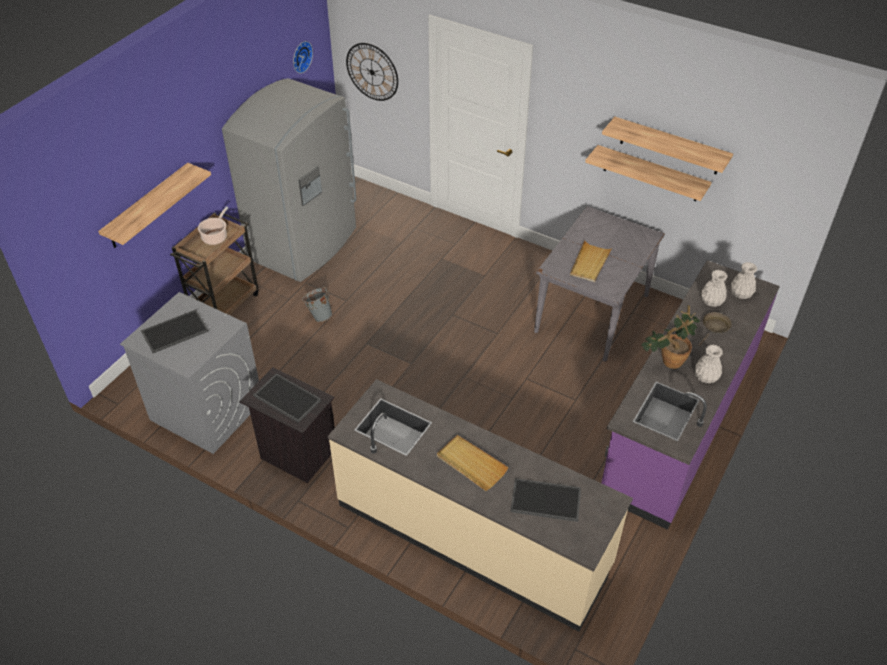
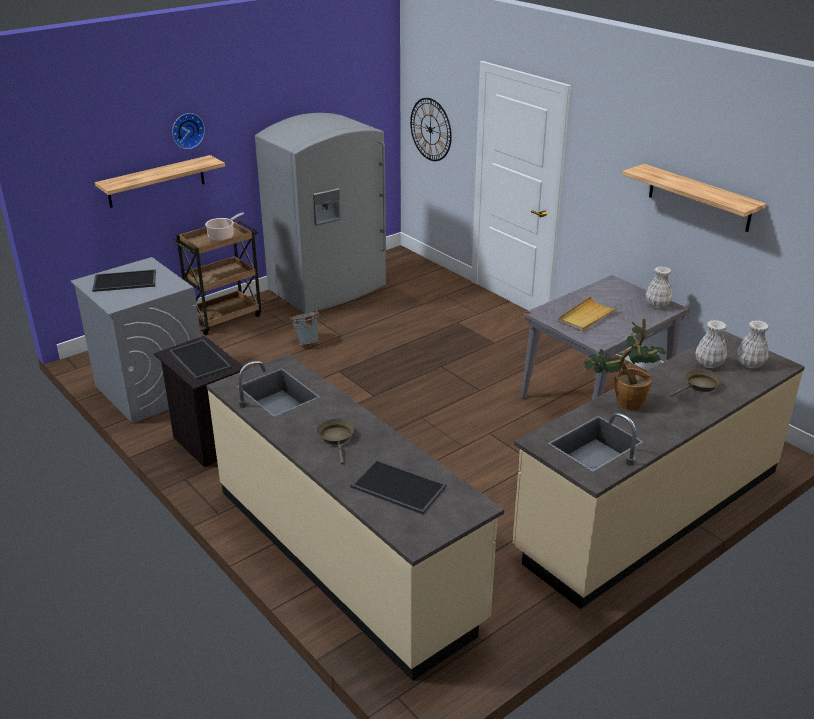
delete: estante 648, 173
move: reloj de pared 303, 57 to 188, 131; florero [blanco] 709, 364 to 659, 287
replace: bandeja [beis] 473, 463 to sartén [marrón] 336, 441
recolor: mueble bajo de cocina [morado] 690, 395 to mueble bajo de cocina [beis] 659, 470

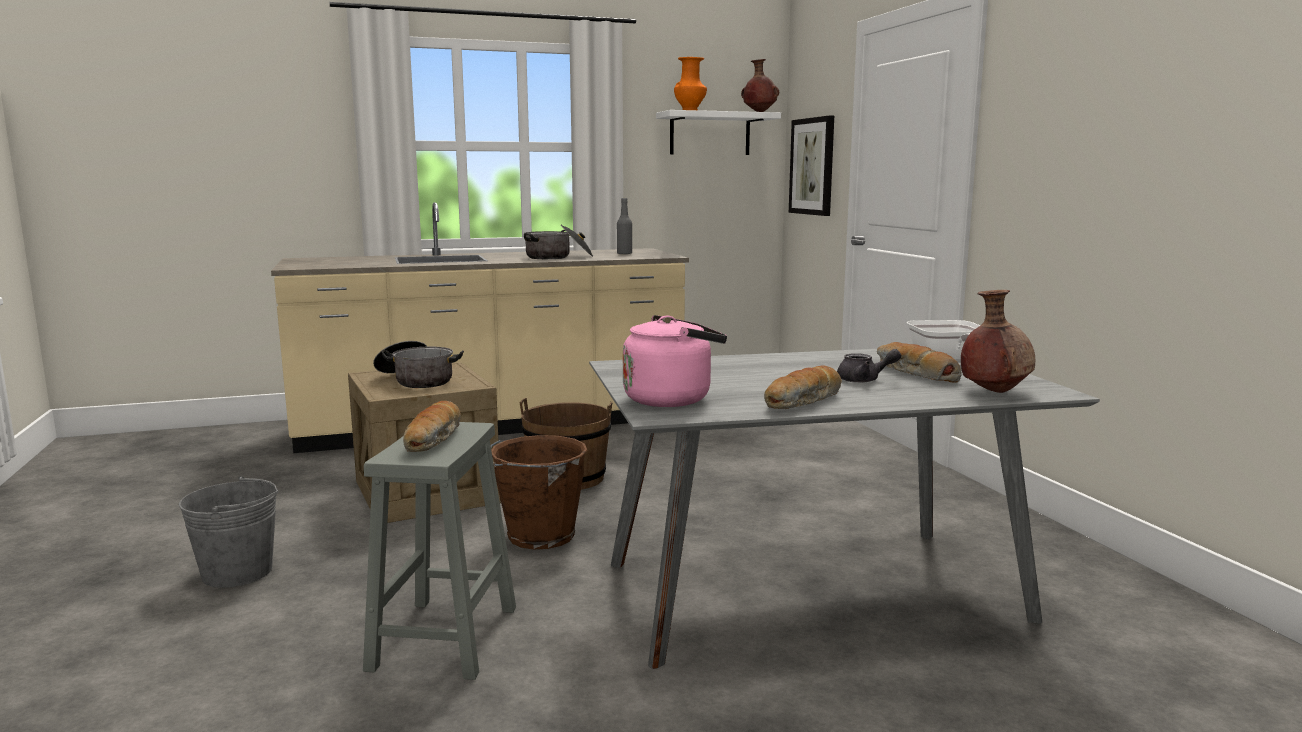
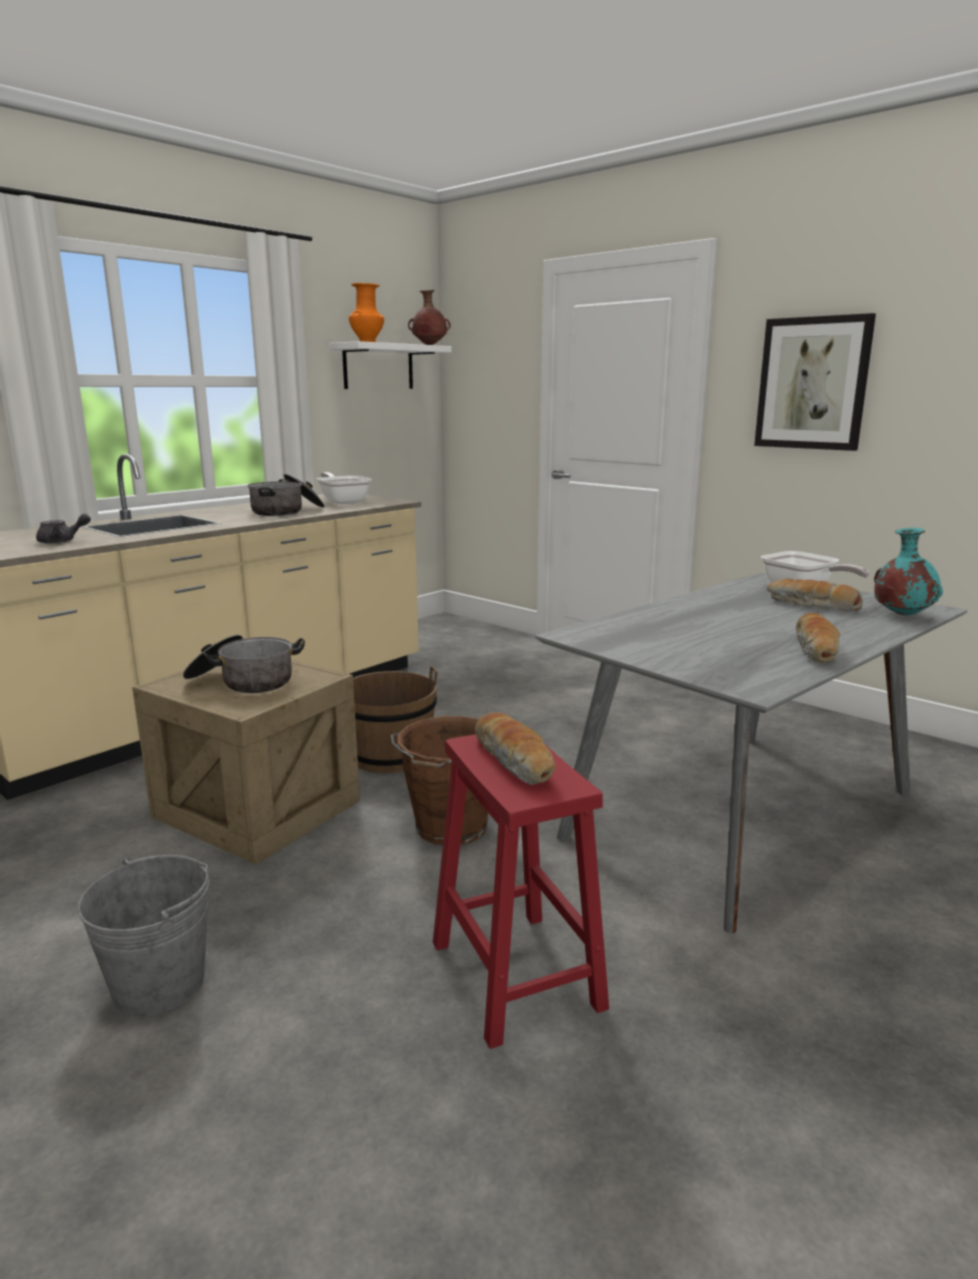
delete: hervidor [rosa] 675, 361
move: cuadro 811, 166 to 815, 382; tetera [gris] 869, 366 to 63, 529
replace: botella [gris] 624, 226 to sartén 344, 488
recolor: taburete [gris] 439, 551 to taburete [rojo] 521, 891; florero [marrón] 998, 341 to florero [turquesa] 908, 571

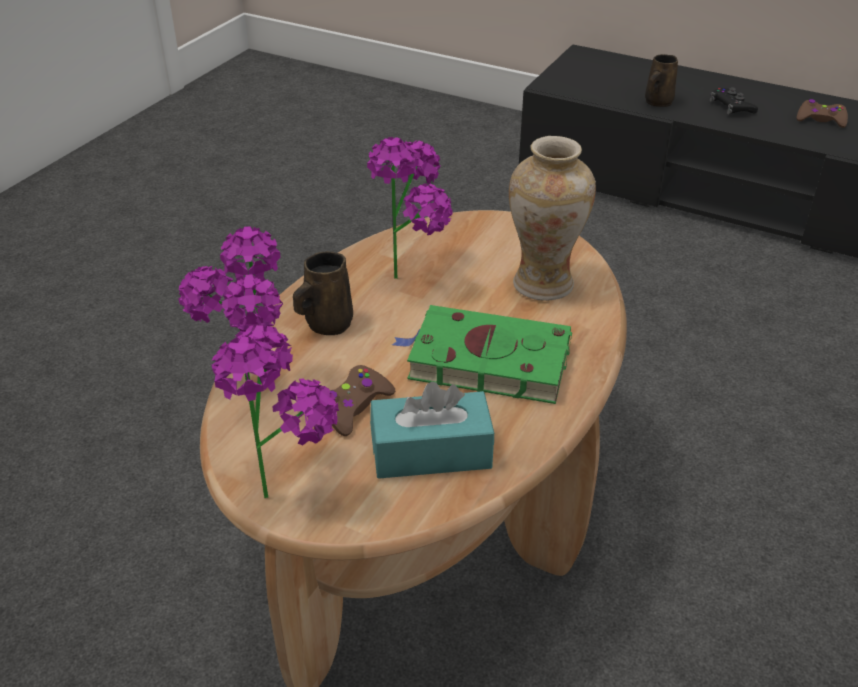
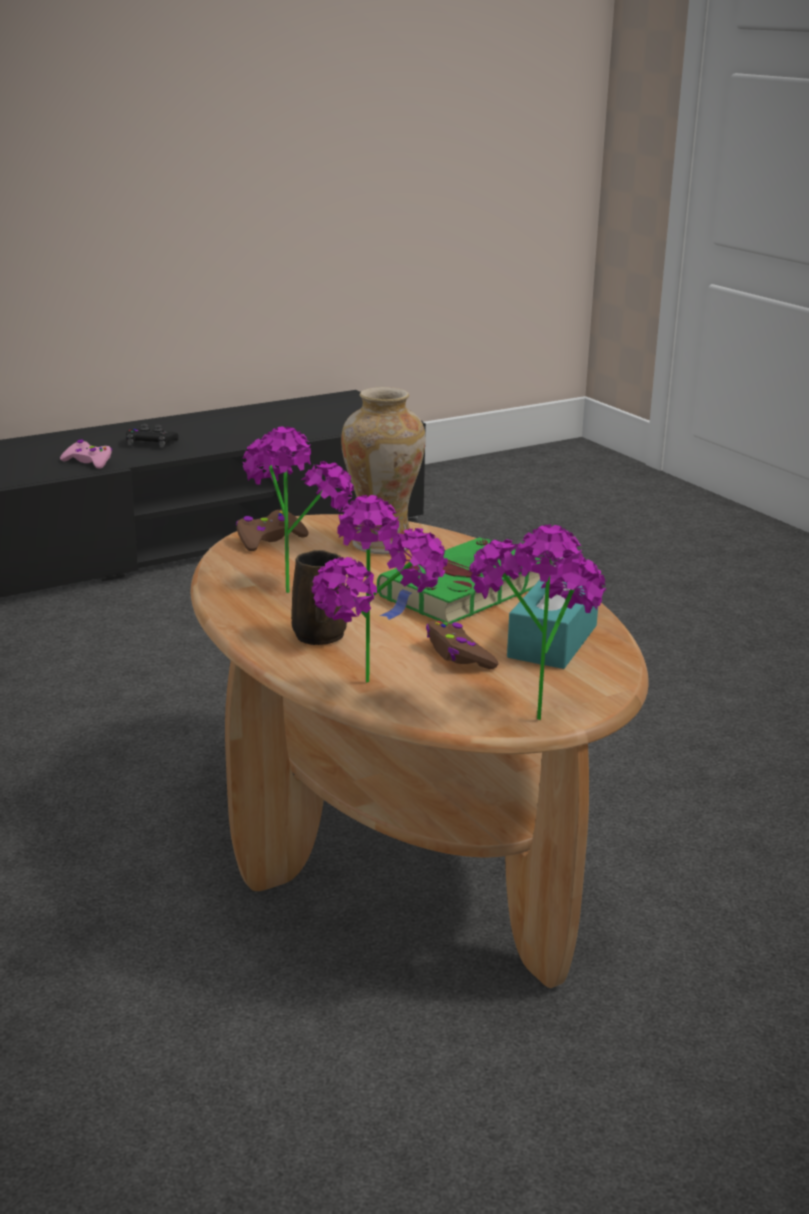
move: mando de consola [marrón] 822, 113 to 272, 530
replace: taza grande [marrón] 661, 80 to mando de consola [rosa] 86, 454

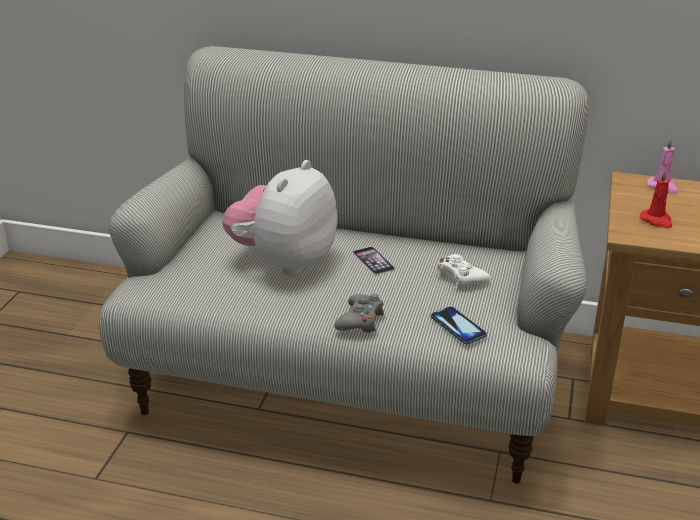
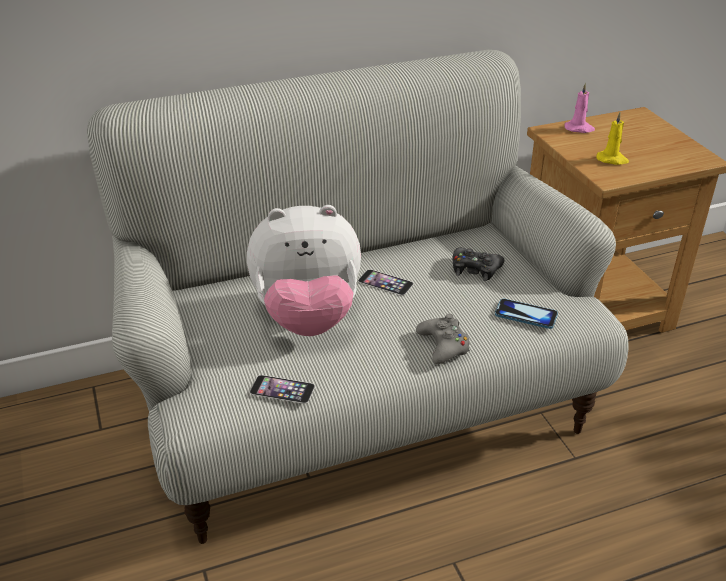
insert: móvil 282, 389
recolor: mando de consola [blanco] 464, 272 to mando de consola [negro] 478, 264; vela [rojo] 655, 198 to vela [amarillo] 612, 138
rotate: peluche 279, 218 = 304, 270 90 degrees counterclockwise

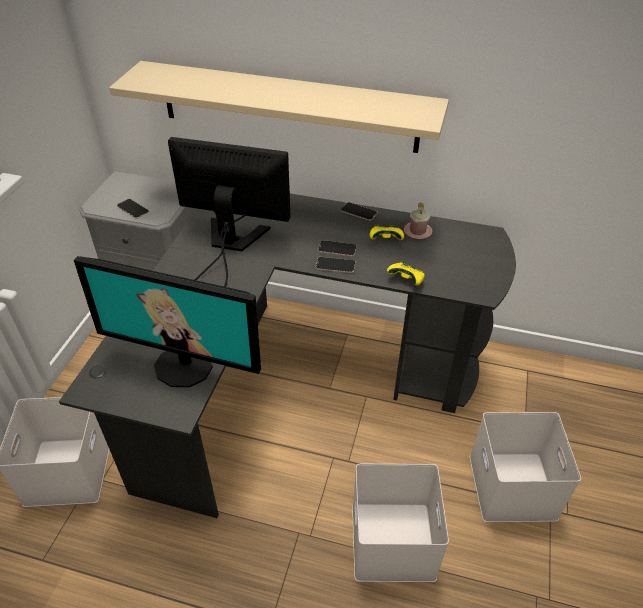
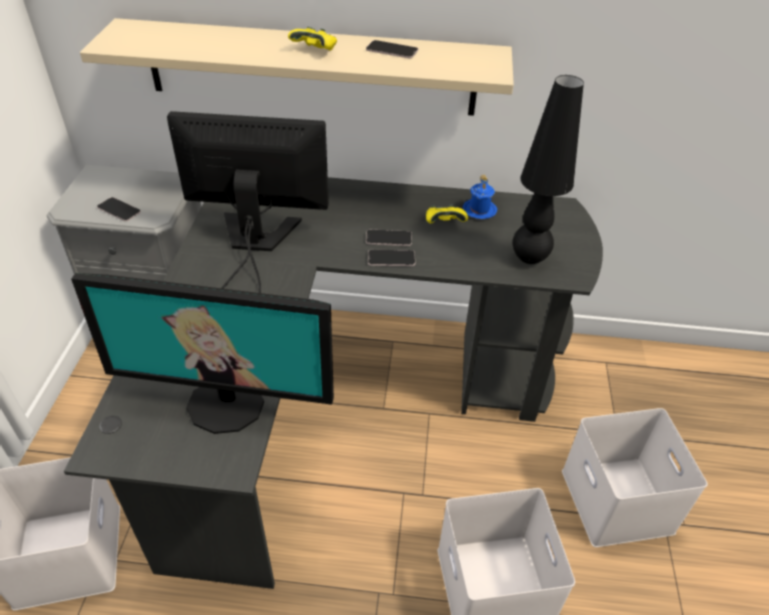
insert: lámpara de mesa [negro] 548, 169
move: móvil 359, 211 to 392, 49; mando de consola [amarillo] 406, 273 to 312, 39
recolor: taza grande [rosa] 418, 221 to taza grande [azul] 480, 197

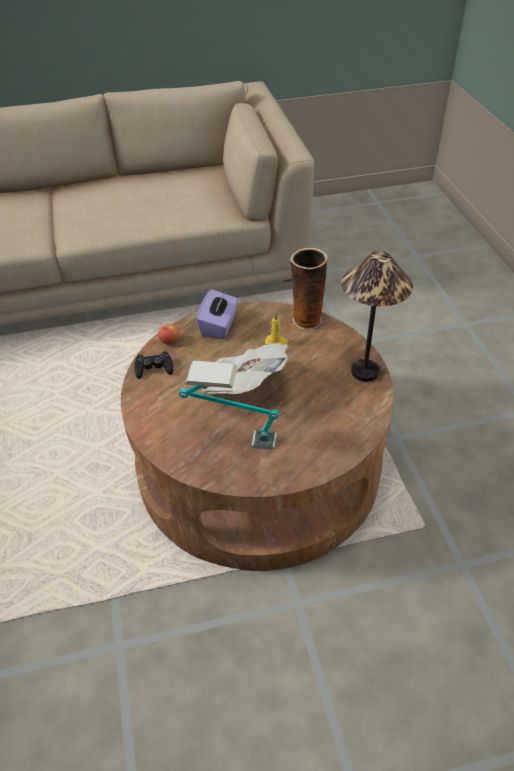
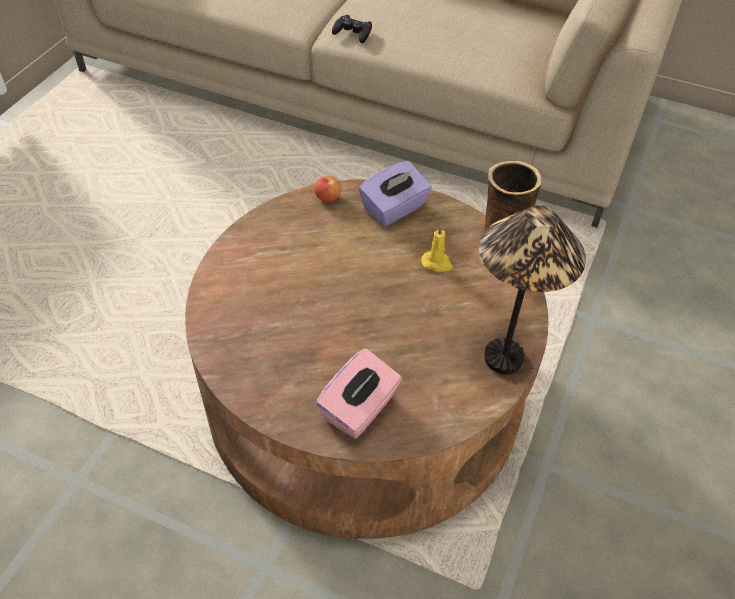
delete: lámpara de mesa 229, 405; periódico 245, 369
insert: caja de pañuelos [rosa] 359, 393
move: mando de consola [negro] 153, 365 to 352, 29

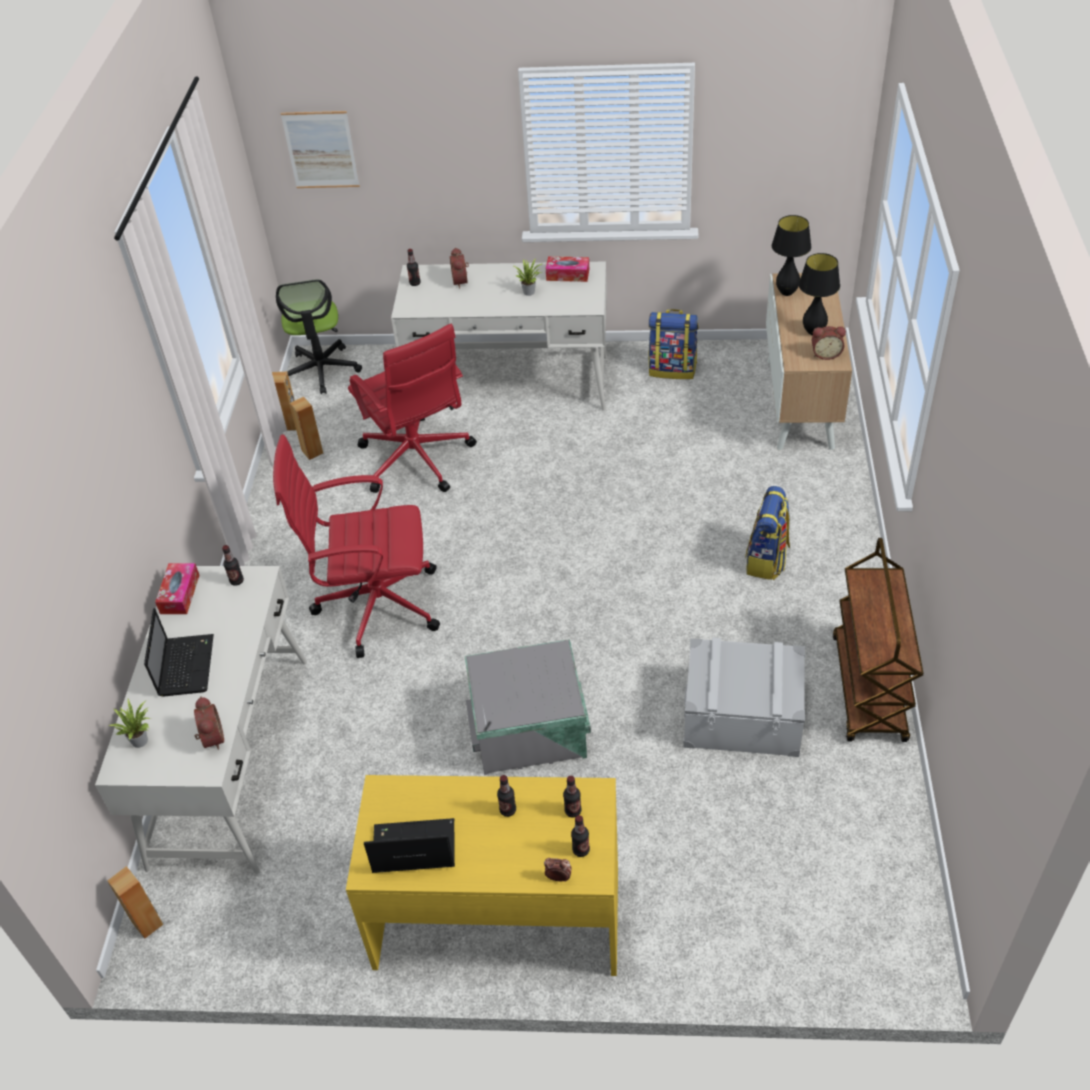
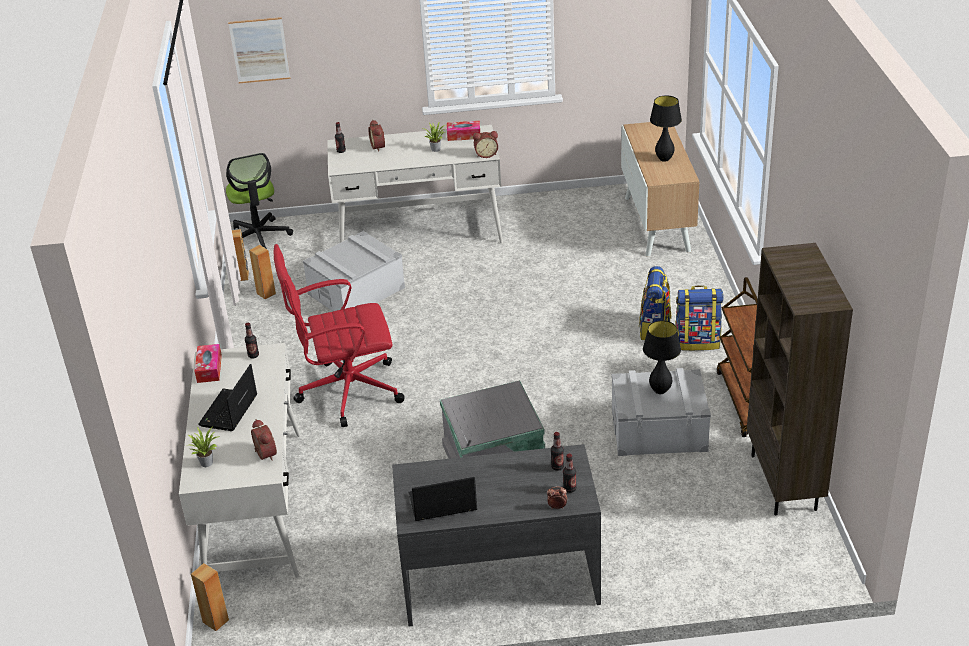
delete: botella 506, 796
insert: estantería [marrón] 800, 379
move: mochila 674, 344 to 700, 318; lámpara de mesa [negro] 791, 255 to 662, 357; despertador 828, 343 to 485, 144
replace: silla de oficina [rojo] 412, 408 to caja de almacenaje [gris] 354, 271
recolor: escritorio [amarillo] 482, 875 to escritorio [gris] 496, 535
rotate: portátil 179, 652 = 227, 397 150 degrees counterclockwise

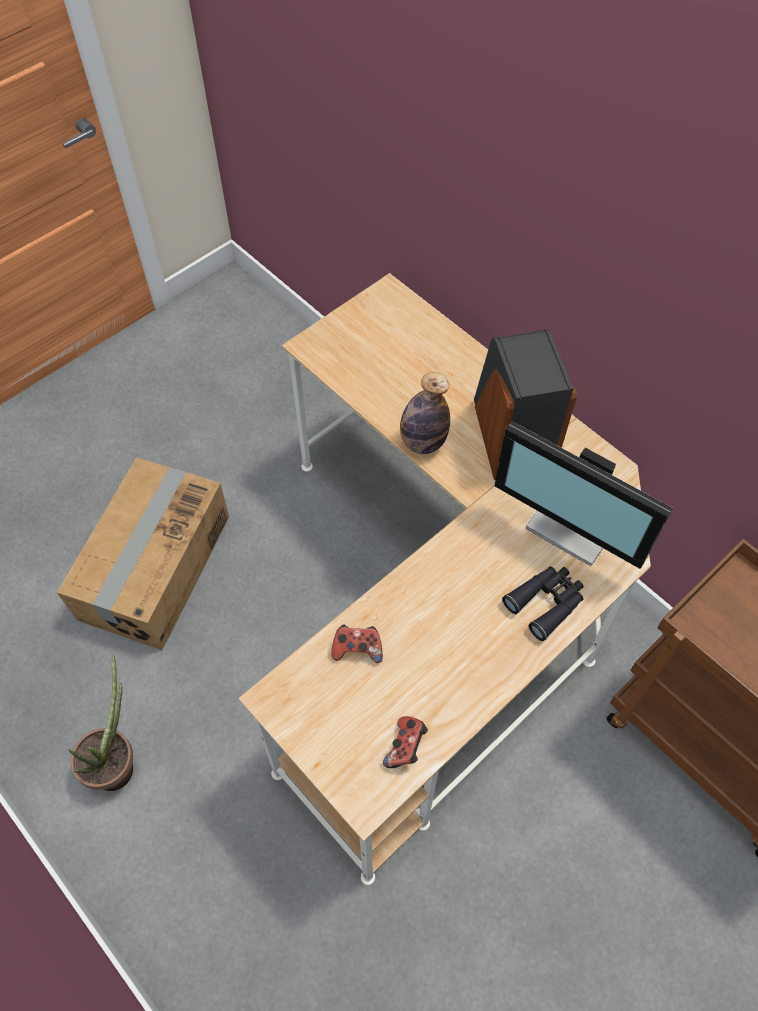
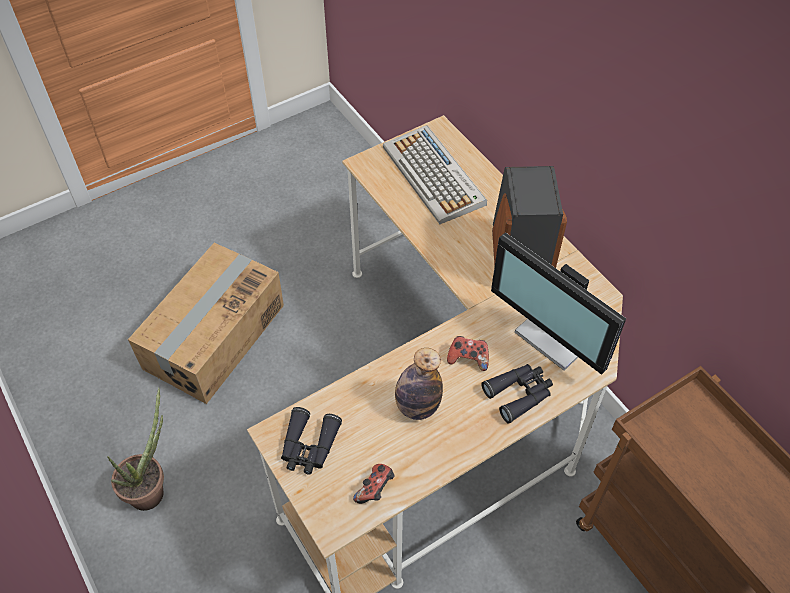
insert: prismáticos [negro] 311, 441; teclado 435, 174
move: mando de consola 357, 644 to 468, 353; botella 425, 413 to 419, 384

